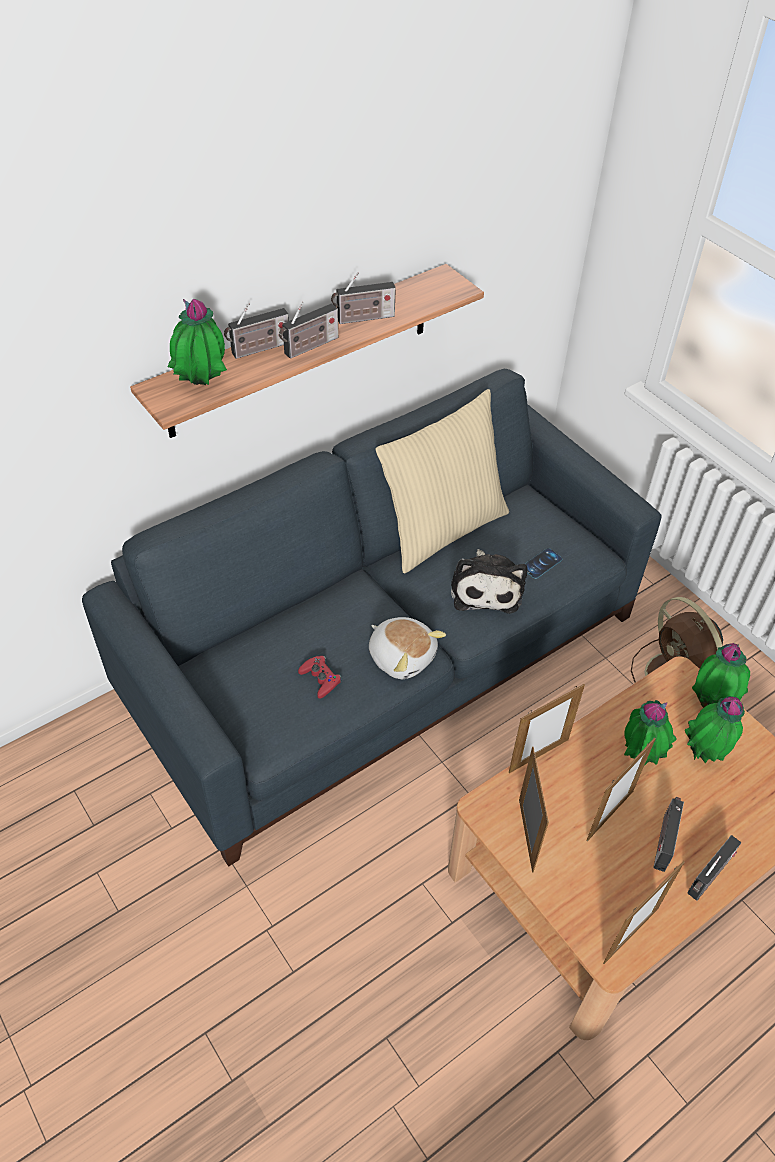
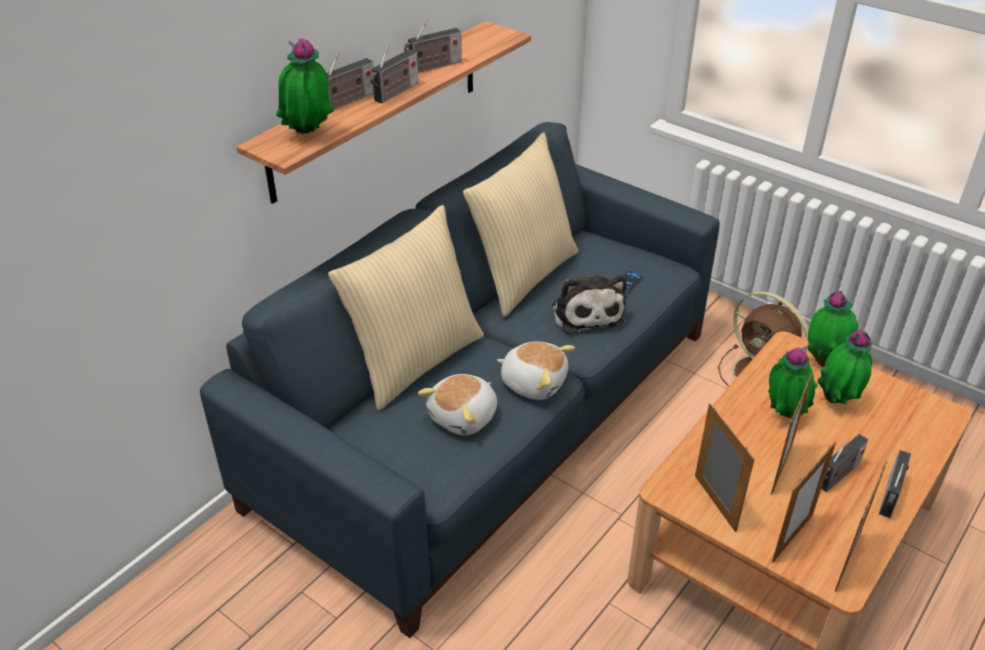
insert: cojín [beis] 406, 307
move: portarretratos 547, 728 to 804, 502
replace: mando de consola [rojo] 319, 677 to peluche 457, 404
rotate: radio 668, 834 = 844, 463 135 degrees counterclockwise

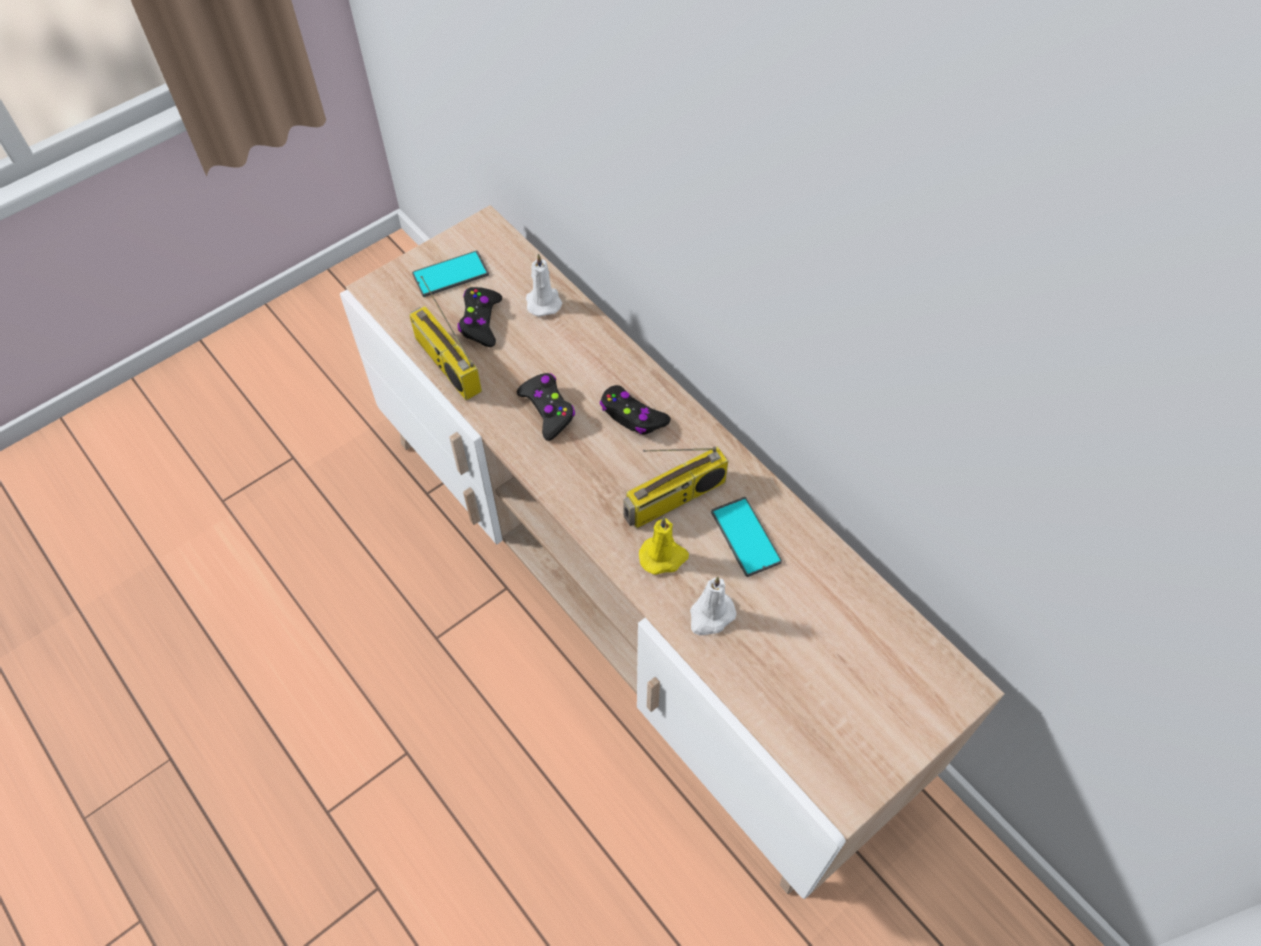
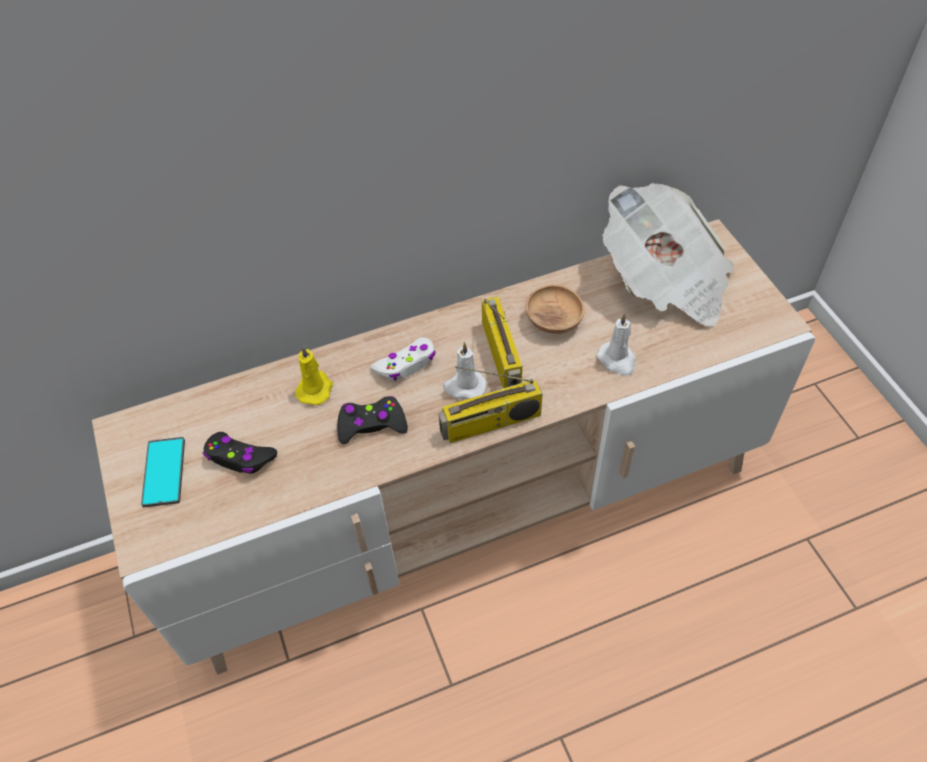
insert: periódico 668, 255
move: radio 445, 338 to 490, 404; vela [blanco] 544, 285 to 465, 370; vela [amarillo] 664, 546 to 314, 375
replace: móvil 746, 537 to cuenco [marrón] 555, 309
recolor: mando de consola [negro] 635, 410 to mando de consola [blanco] 403, 359

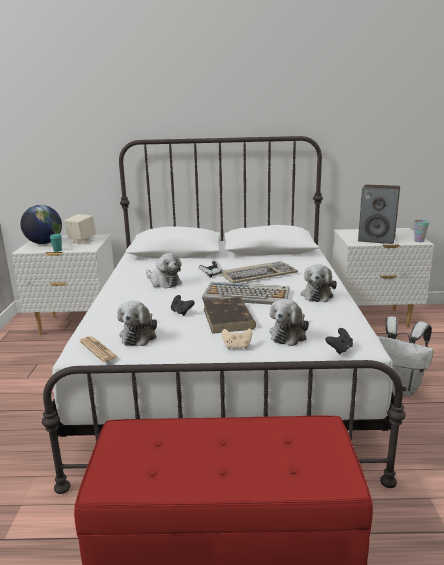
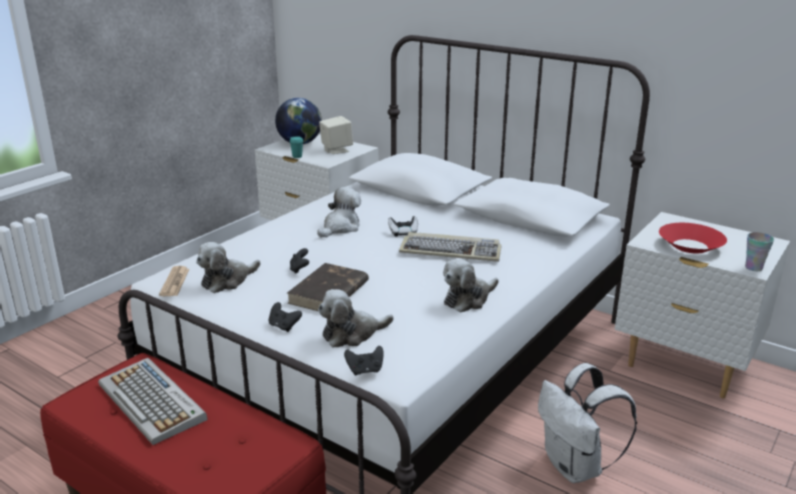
move: teclado 245, 293 to 153, 401
replace: altavoz 379, 214 to cuenco [rojo] 693, 238
recolor: mando de consola [beis] 237, 339 to mando de consola [negro] 285, 317
rotate: peluche 164, 270 = 339, 212 135 degrees counterclockwise

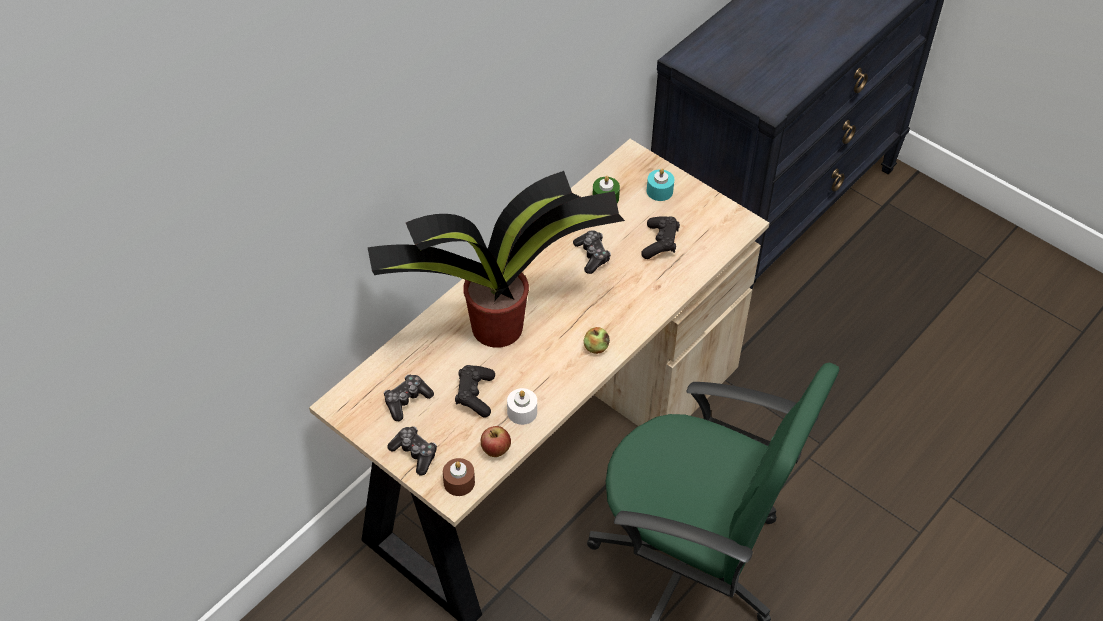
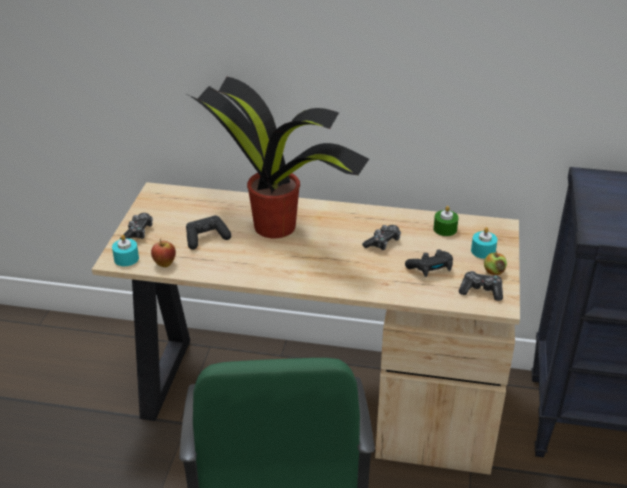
delete: vela [blanco] 522, 406
move: mando de consola 409, 397 to 481, 286; manzana 597, 340 to 495, 263
recolor: vela [marrón] 459, 477 to vela [turquesa] 125, 250

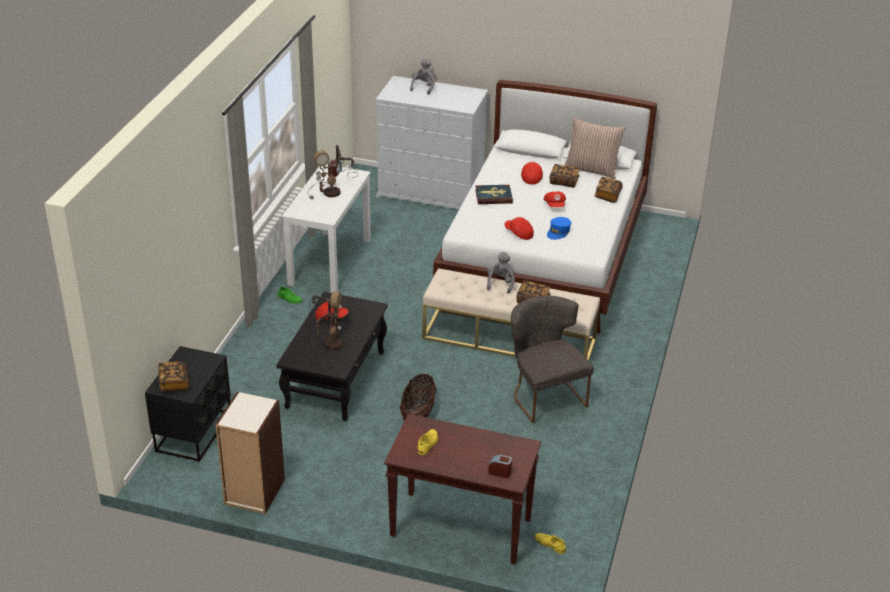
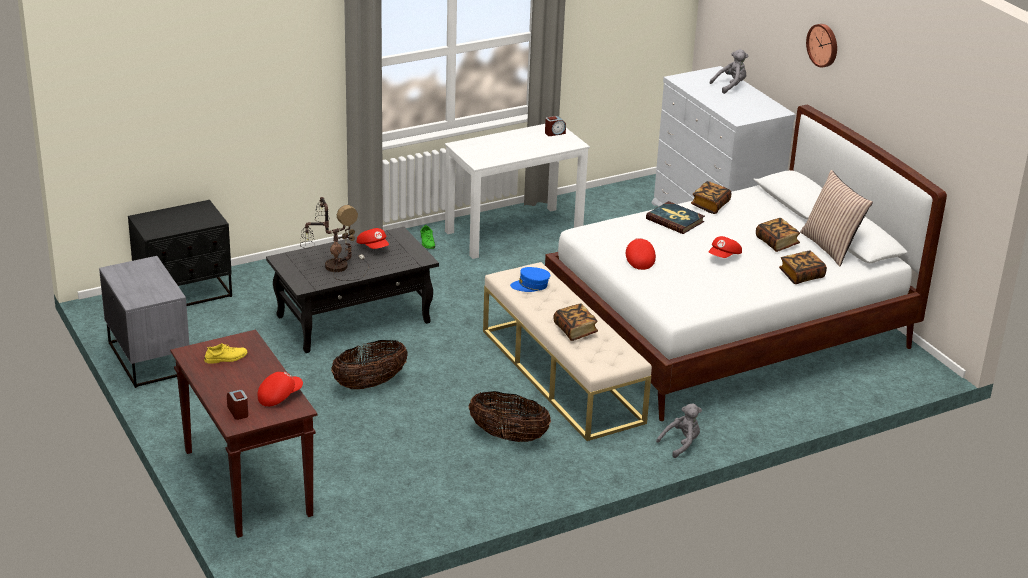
delete: lámpara de mesa 333, 172; zapato [amarillo] 550, 543
insert: reloj de pared 821, 46
move: libro 174, 376 to 711, 197; peluche [gris] 501, 273 to 679, 430; gorra [rojo] 532, 173 to 280, 389; gorra [azul] 559, 228 to 530, 279
replace: estantería 250, 452 to mesita de noche [gris] 144, 322; silla [gris] 552, 359 to cesta 510, 416

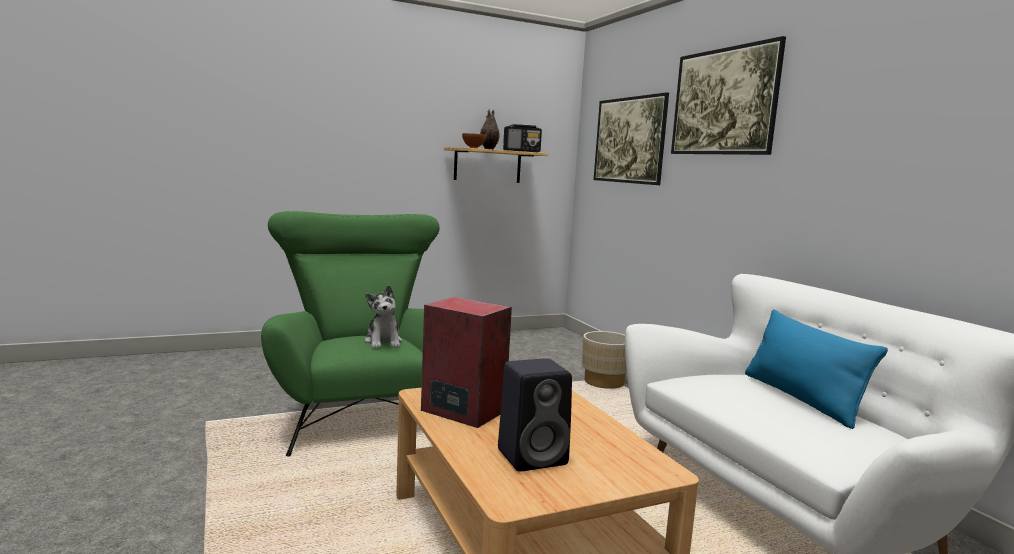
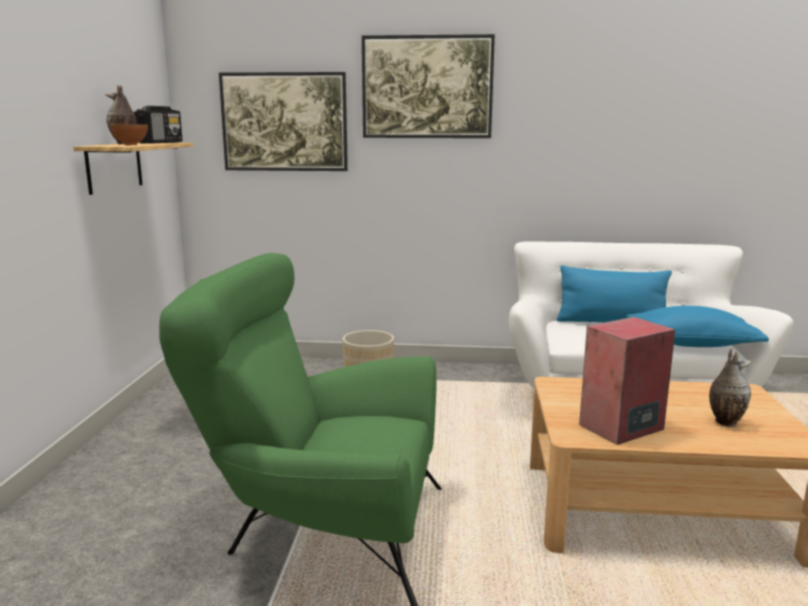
delete: peluche 383, 316
insert: cojín [azul] 698, 326
replace: altavoz [negro] 535, 414 to florero 730, 388

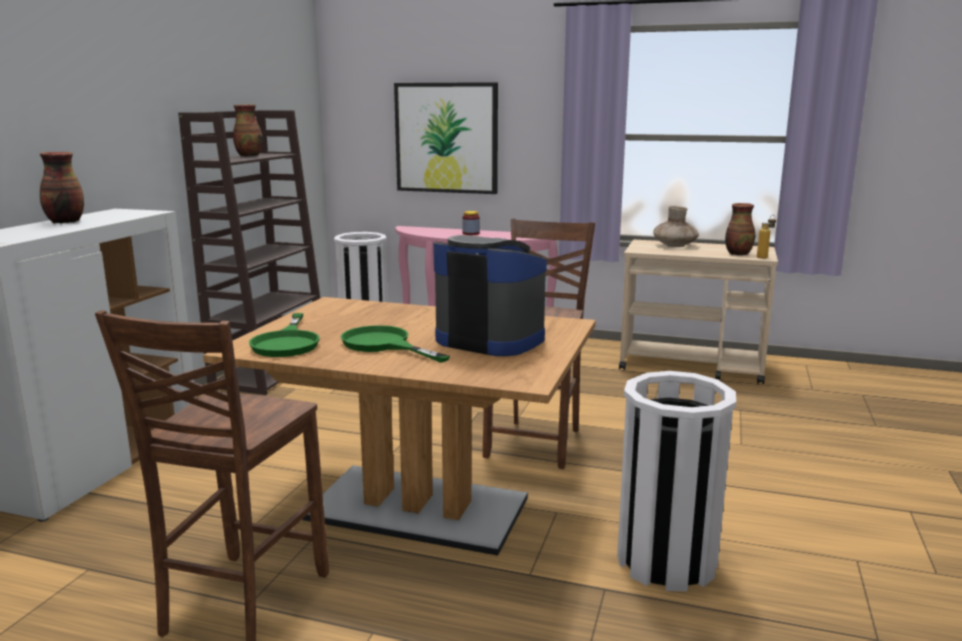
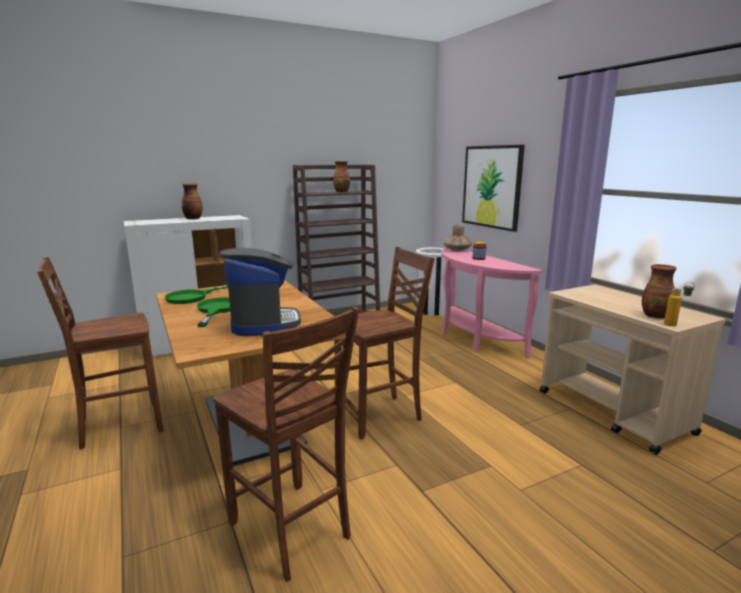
move: florero [marrón] 676, 226 to 458, 238
replace: papelera [blanco] 676, 481 to silla [marrón] 286, 444

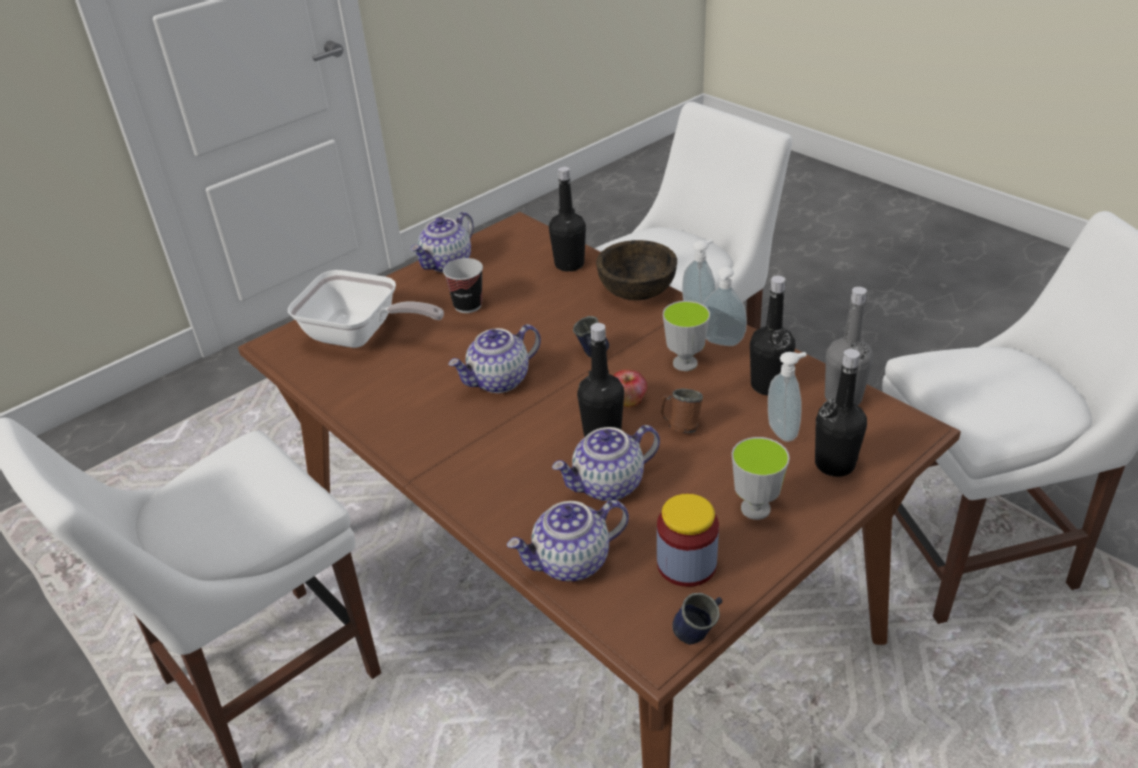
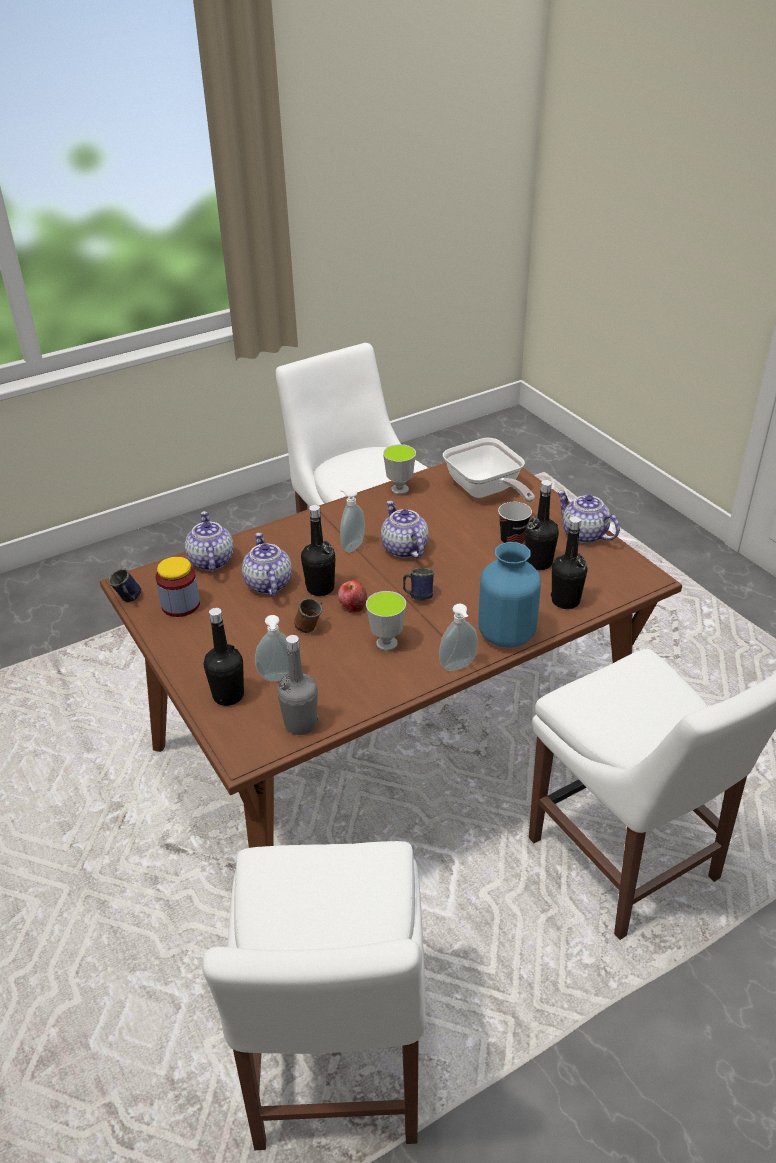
move: dispensador de jabón 725, 306 to 352, 520; taza 761, 478 to 399, 469; botella [negro] 772, 335 to 542, 525
replace: cuenco [marrón] 636, 270 to florero [azul] 509, 594
rotate: sartén 366, 309 = 489, 470 60 degrees counterclockwise

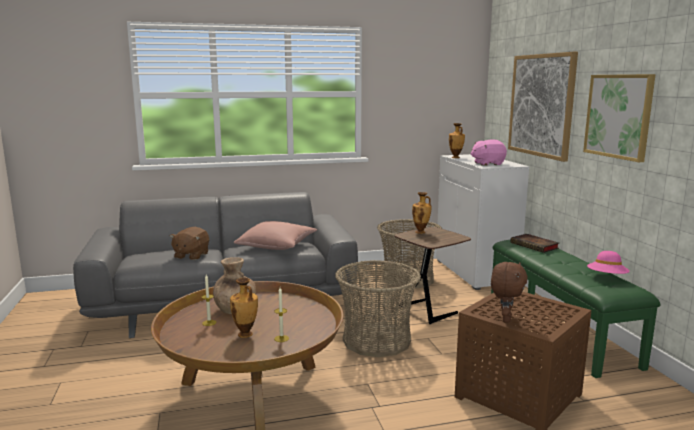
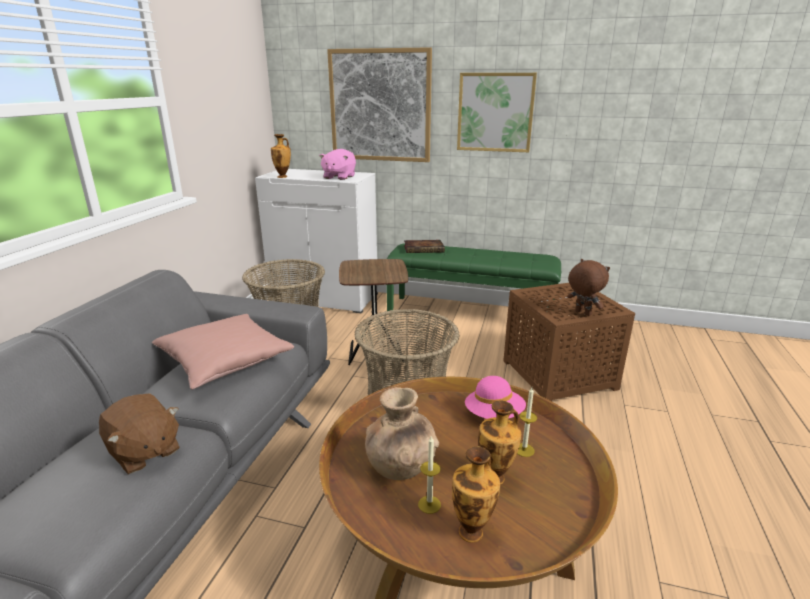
move: florero 421, 213 to 476, 494; sombrero [rosa] 608, 262 to 495, 397

